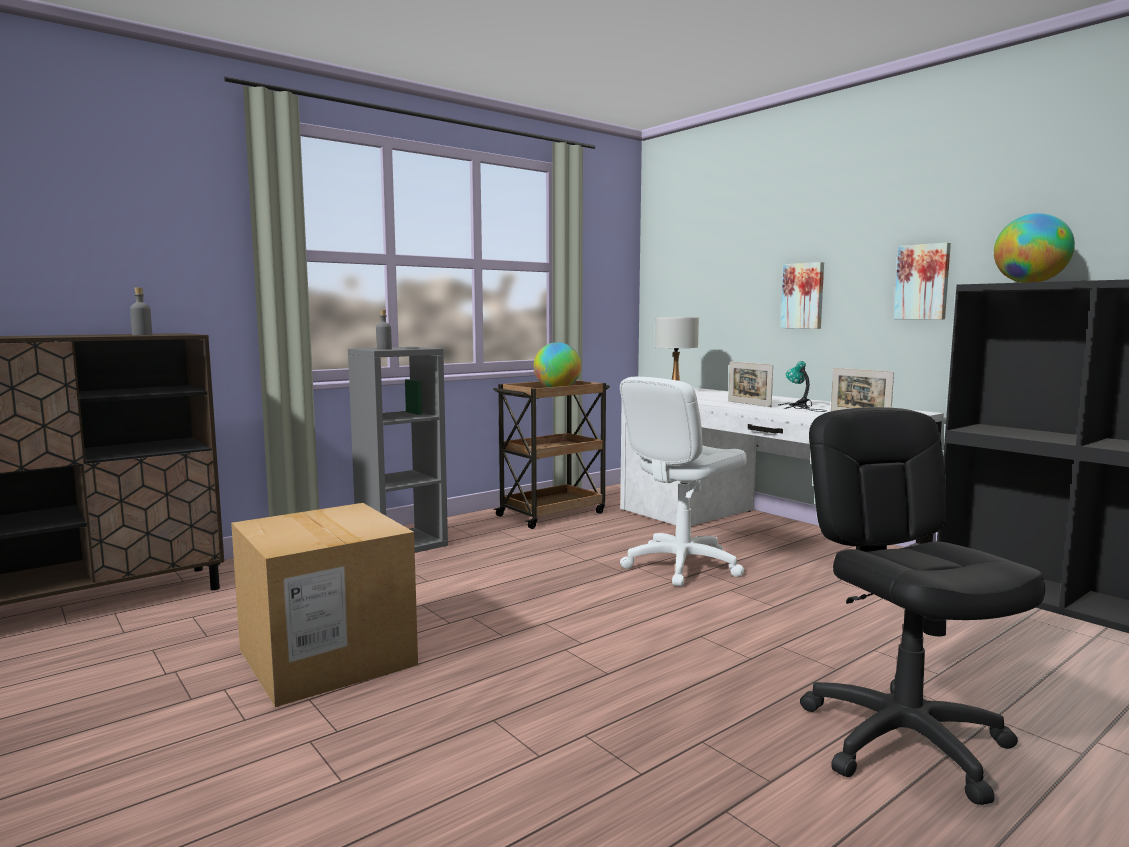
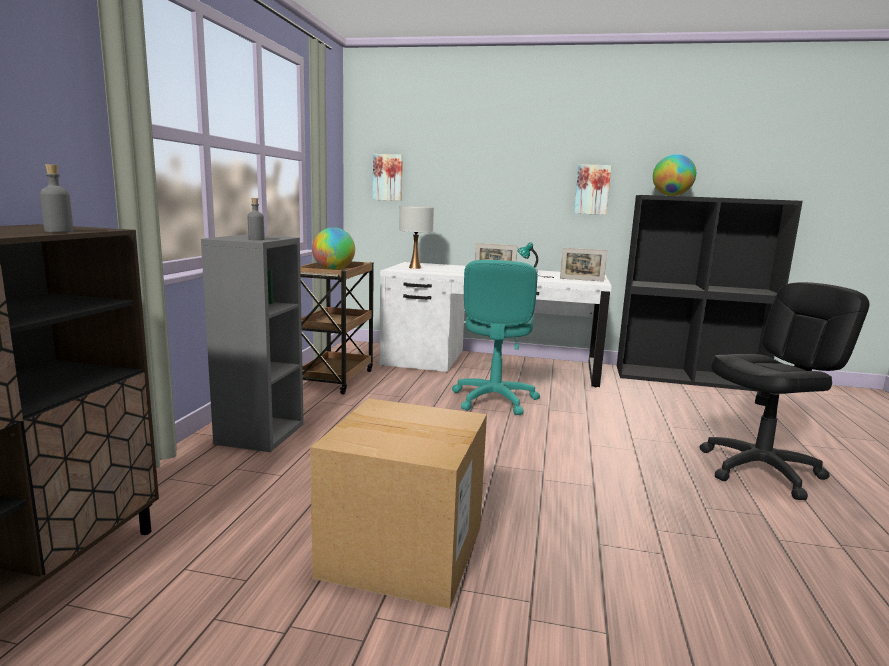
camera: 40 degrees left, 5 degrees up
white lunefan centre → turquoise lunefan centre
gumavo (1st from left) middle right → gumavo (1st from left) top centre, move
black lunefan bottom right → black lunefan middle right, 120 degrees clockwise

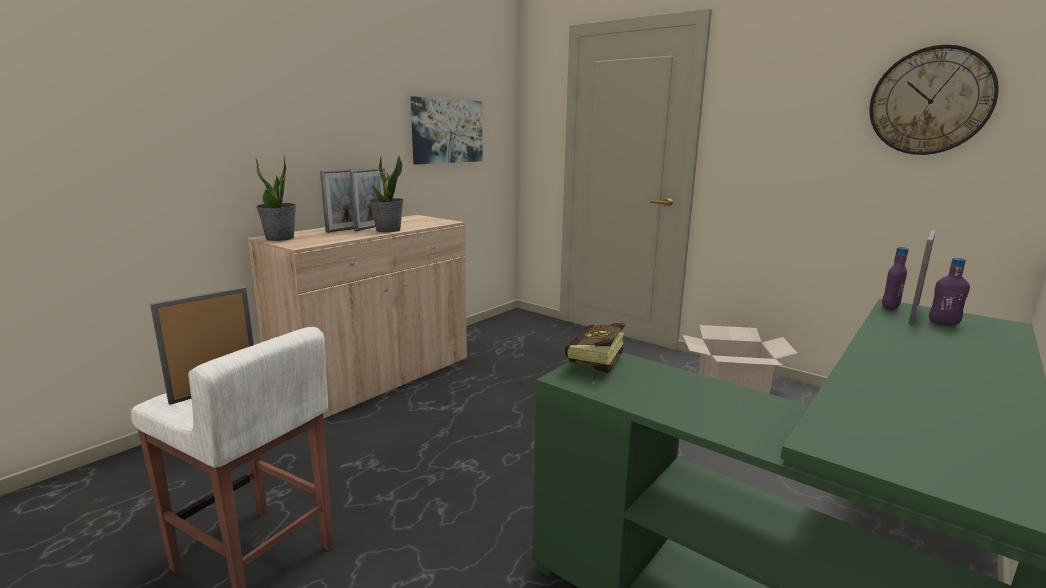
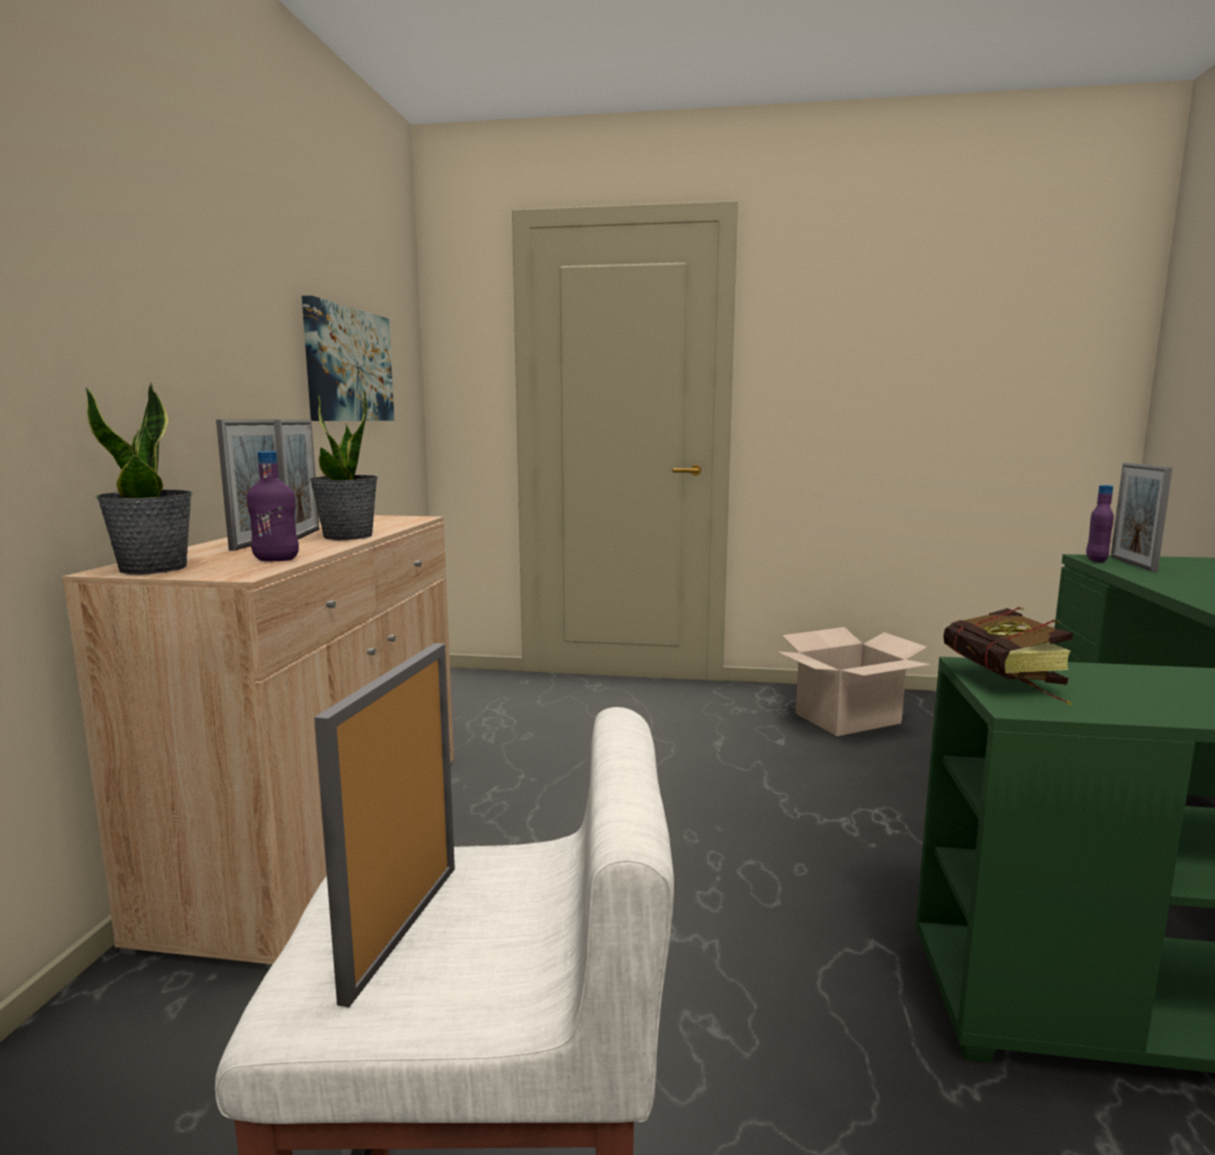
camera: 30 degrees left, 5 degrees down
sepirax top right → -
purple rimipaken (2nd from left in the first image) middle right → purple rimipaken (1st from left) middle left, move

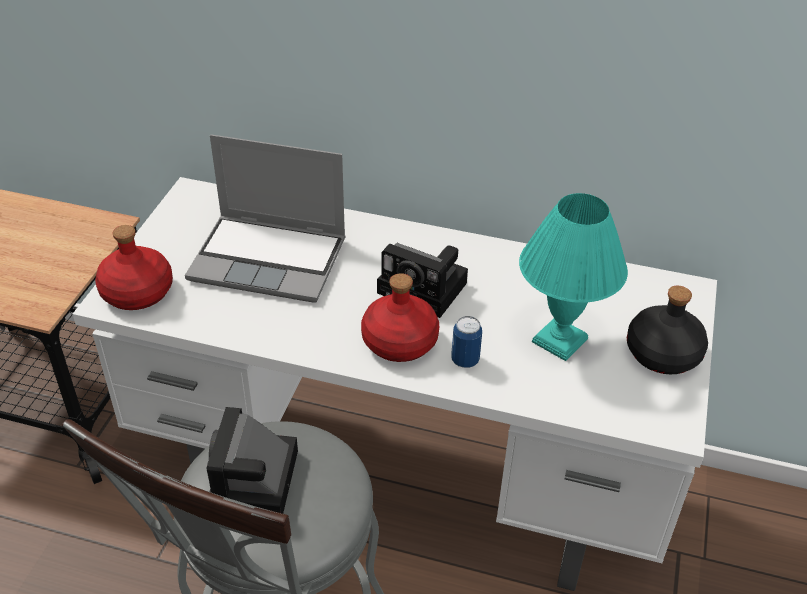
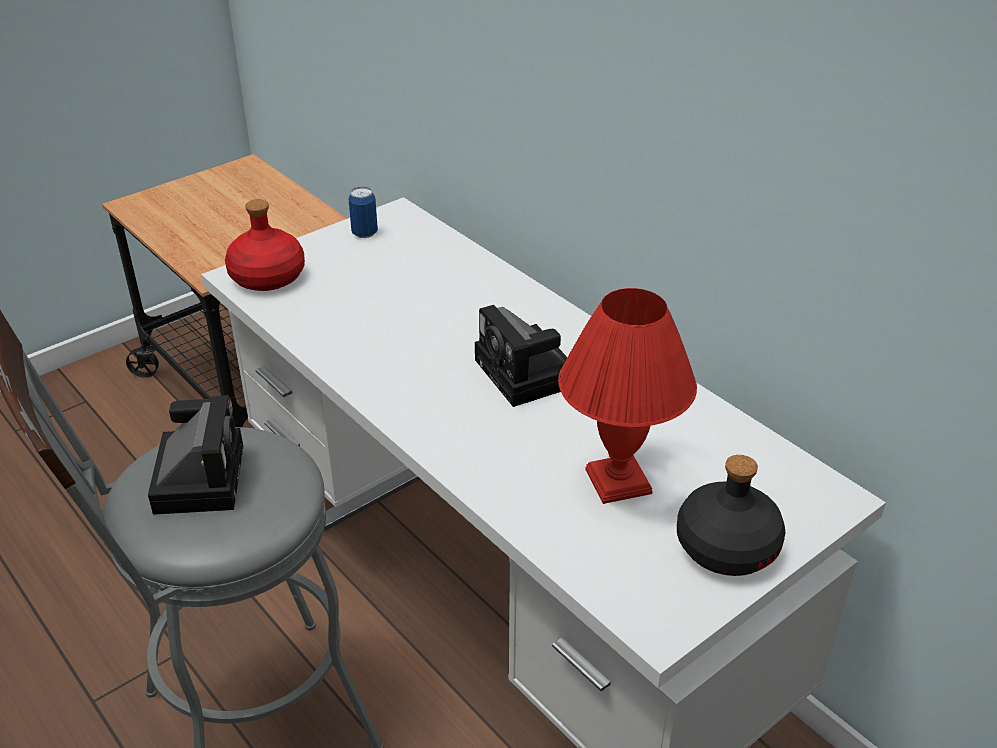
camera: 35 degrees right, 5 degrees down
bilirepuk middle left → -
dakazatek (1st from left) bottom left → dakazatek (1st from left) middle left, 135 degrees clockwise
red rimipaken (2nd from left) centre → -
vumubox centre → vumubox top centre, move
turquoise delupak middle right → red delupak centre

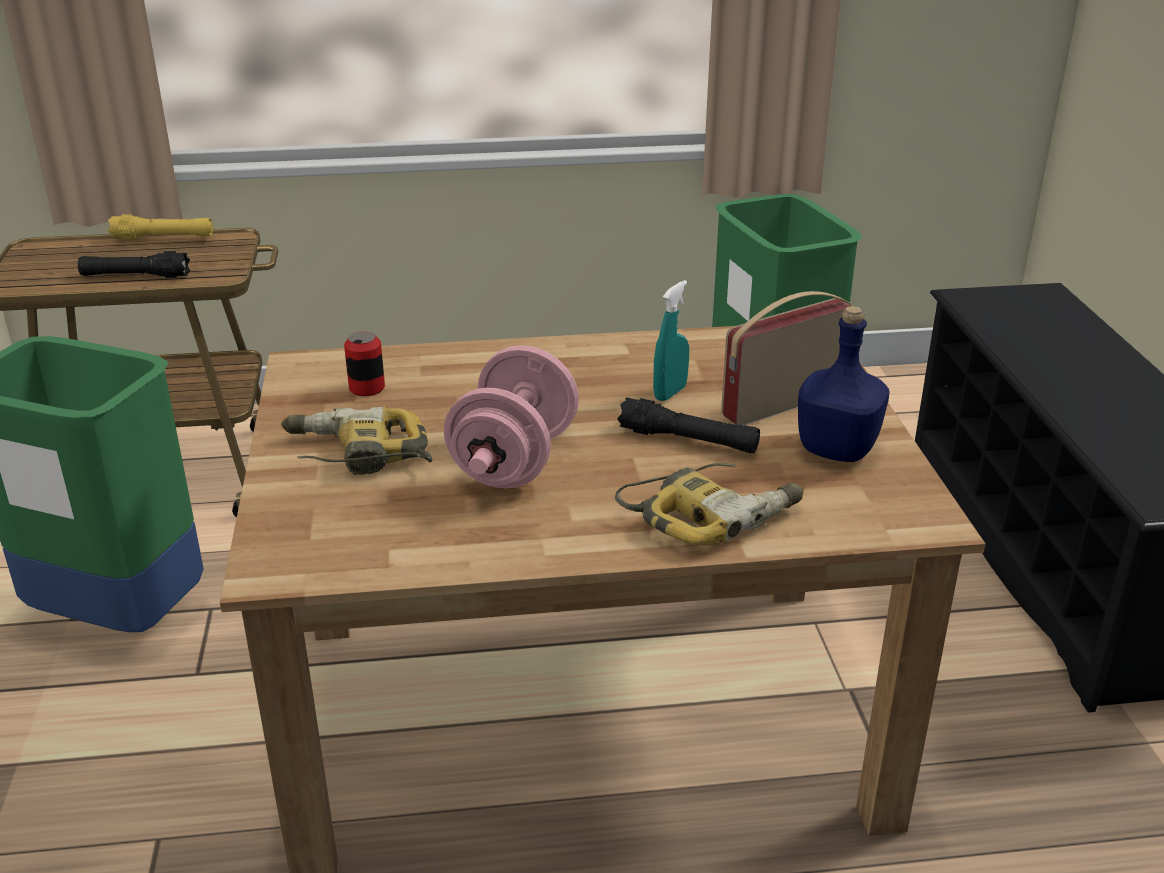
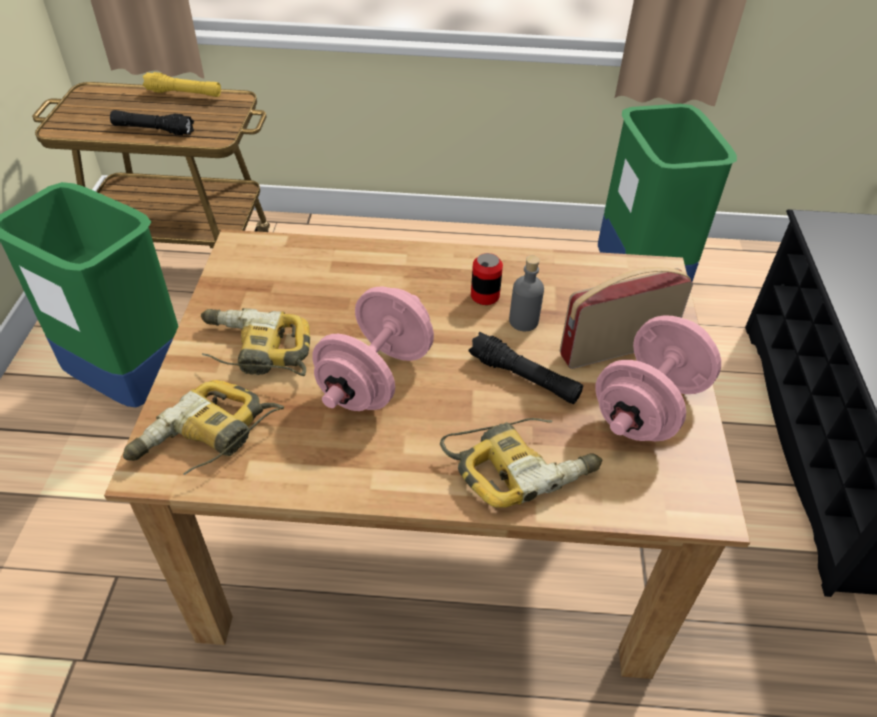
camera: 10 degrees right, 15 degrees up
vumubox middle left → vumubox centre, move
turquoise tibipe centre → grey rimipaken centre
blue rimipaken middle right → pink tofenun (2nd from left) middle right
- → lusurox (1st from left) middle left

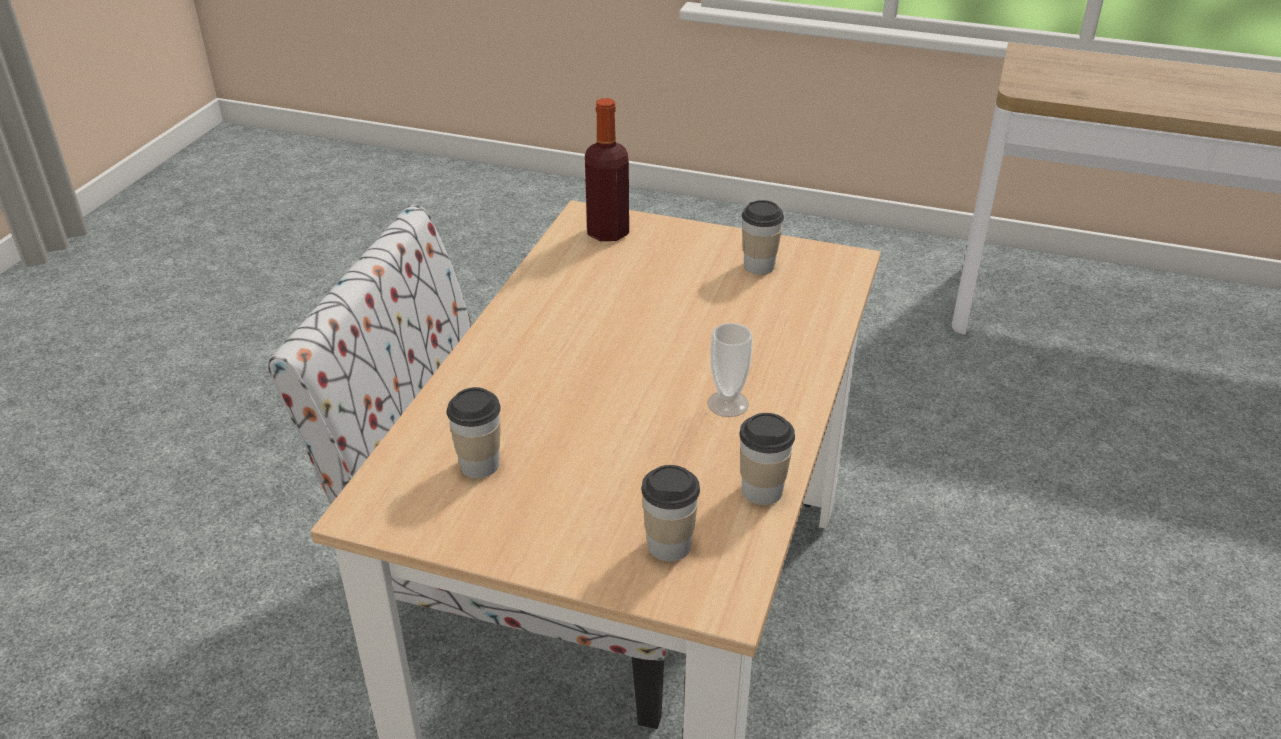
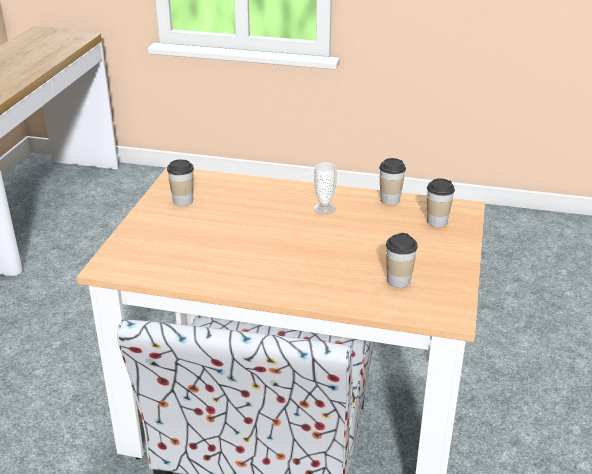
camera: 95 degrees left, 5 degrees down
rimipaken top centre → -

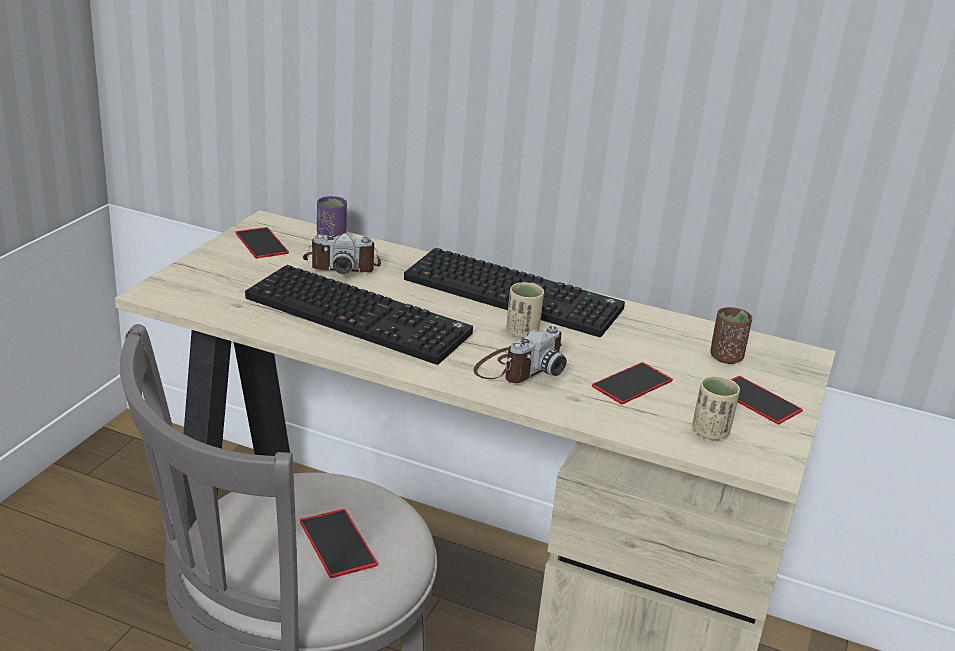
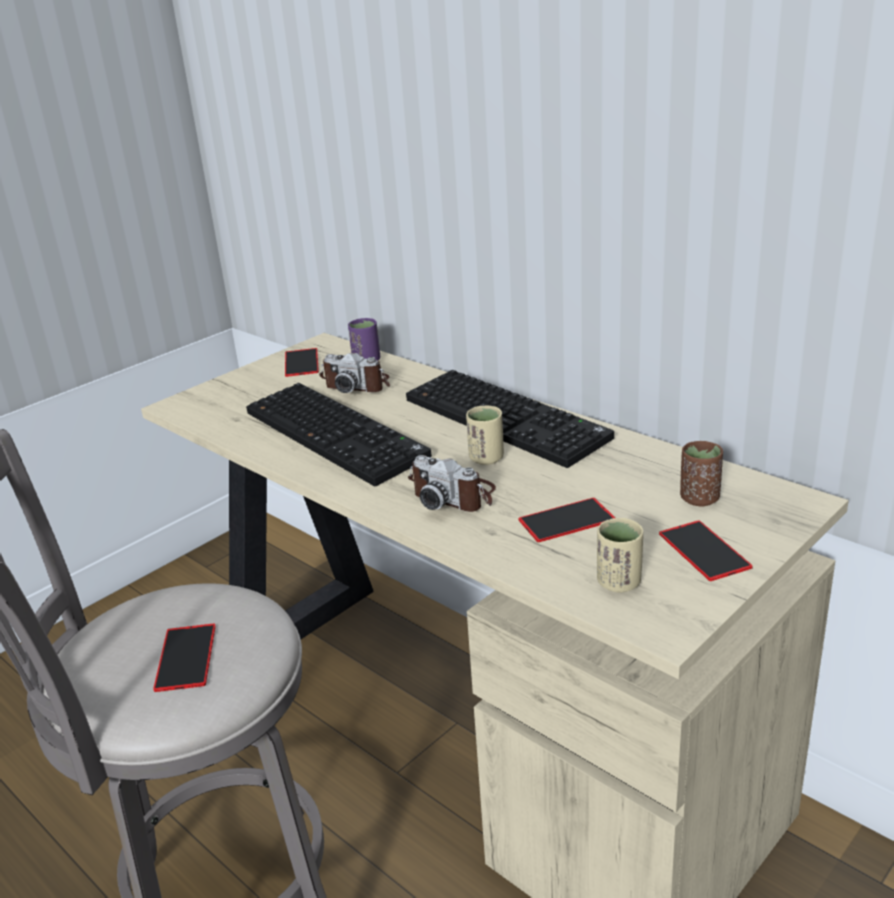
camera: 25 degrees right, 0 degrees up
dakazatek (2nd from left) centre, 60 degrees clockwise

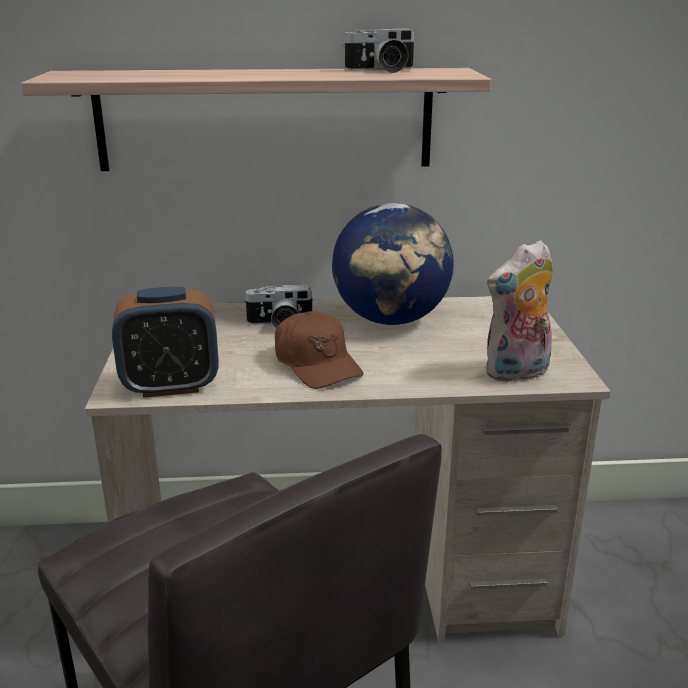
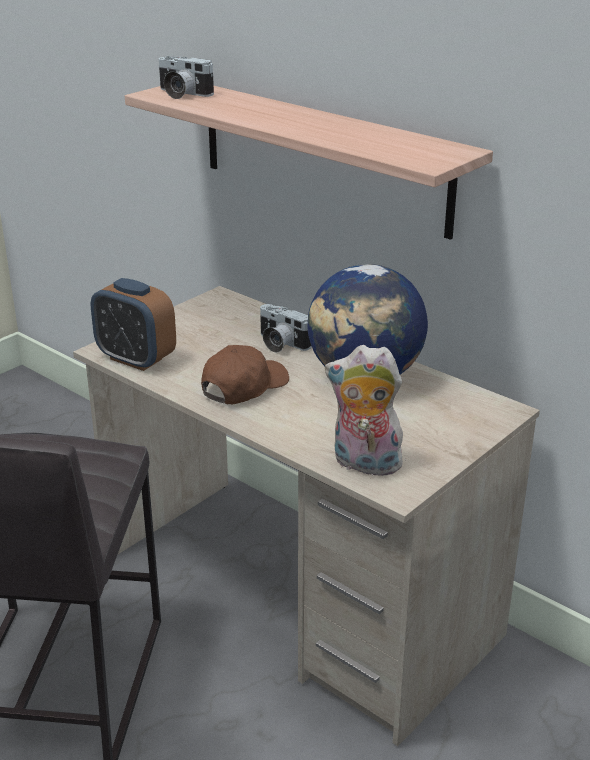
camera: 45 degrees right, 5 degrees up
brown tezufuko centre, 150 degrees counterclockwise
dakazatek (2nd from left in the first image) top centre → dakazatek (1st from left) top left, move

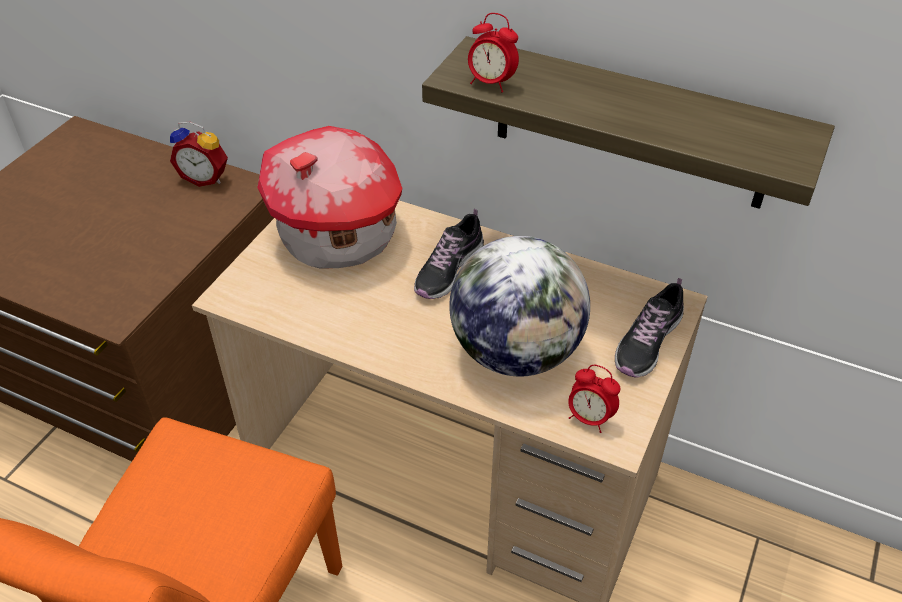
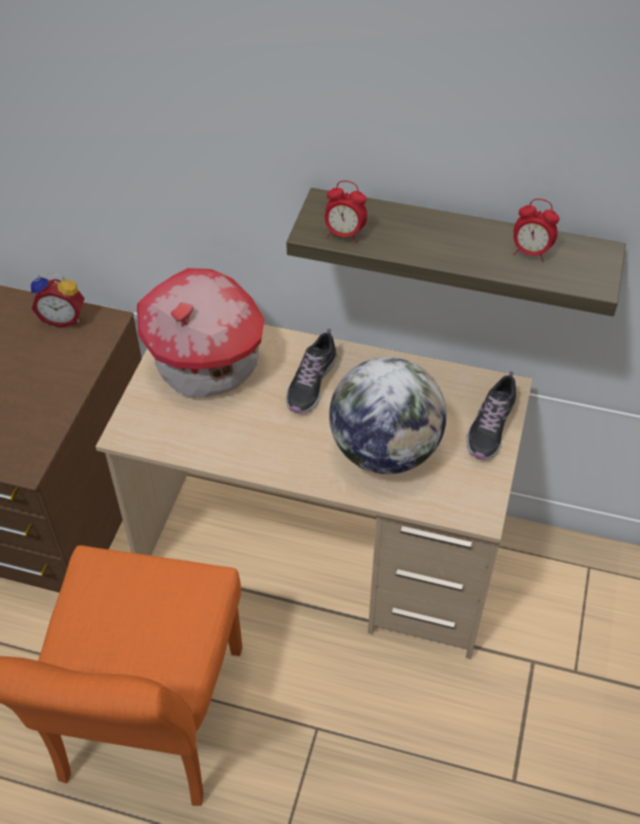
camera: 10 degrees left, 5 degrees up
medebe (3rd from left) centre → medebe (3rd from left) top right, move

